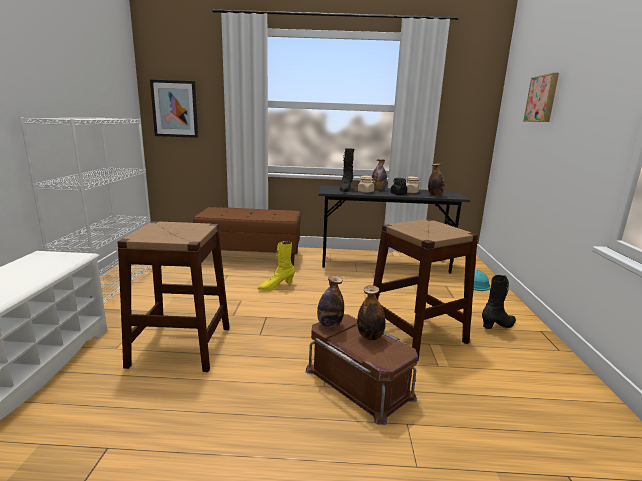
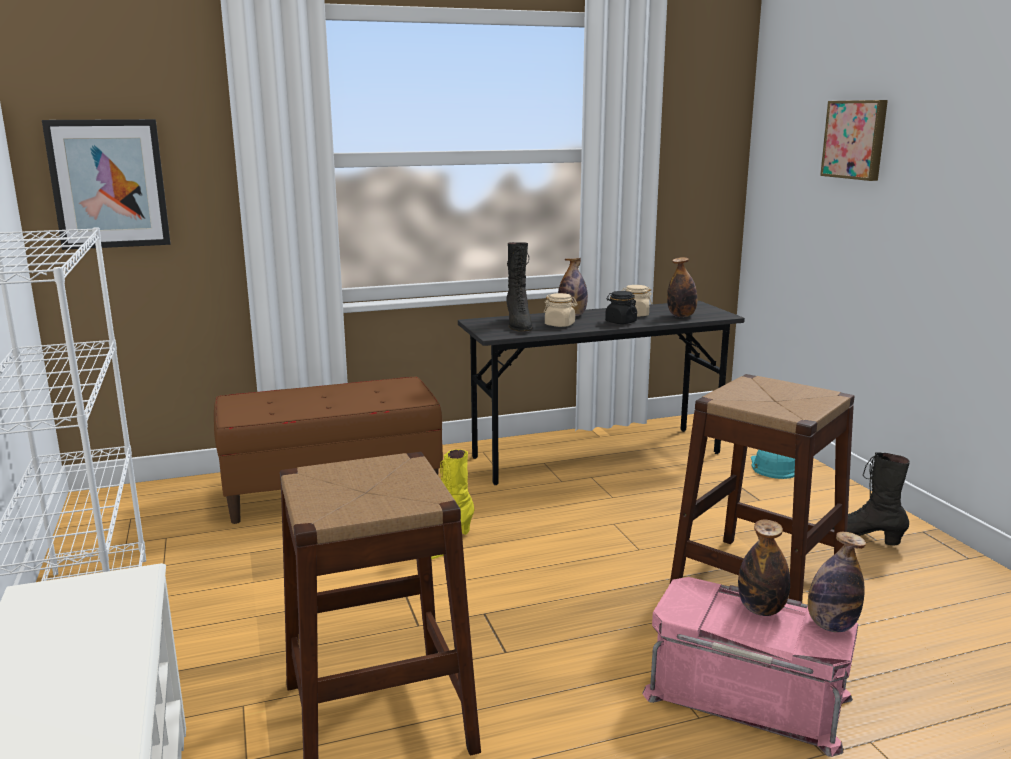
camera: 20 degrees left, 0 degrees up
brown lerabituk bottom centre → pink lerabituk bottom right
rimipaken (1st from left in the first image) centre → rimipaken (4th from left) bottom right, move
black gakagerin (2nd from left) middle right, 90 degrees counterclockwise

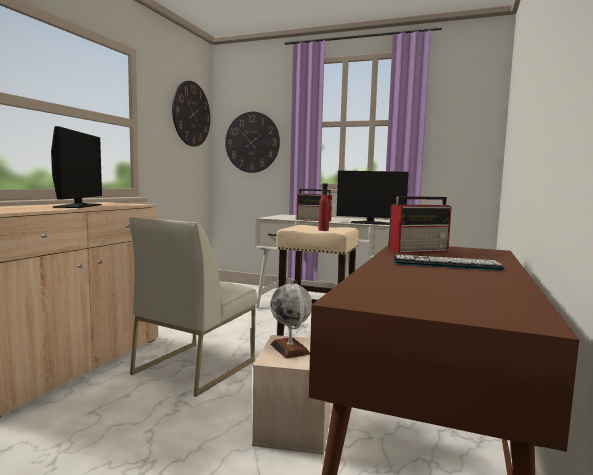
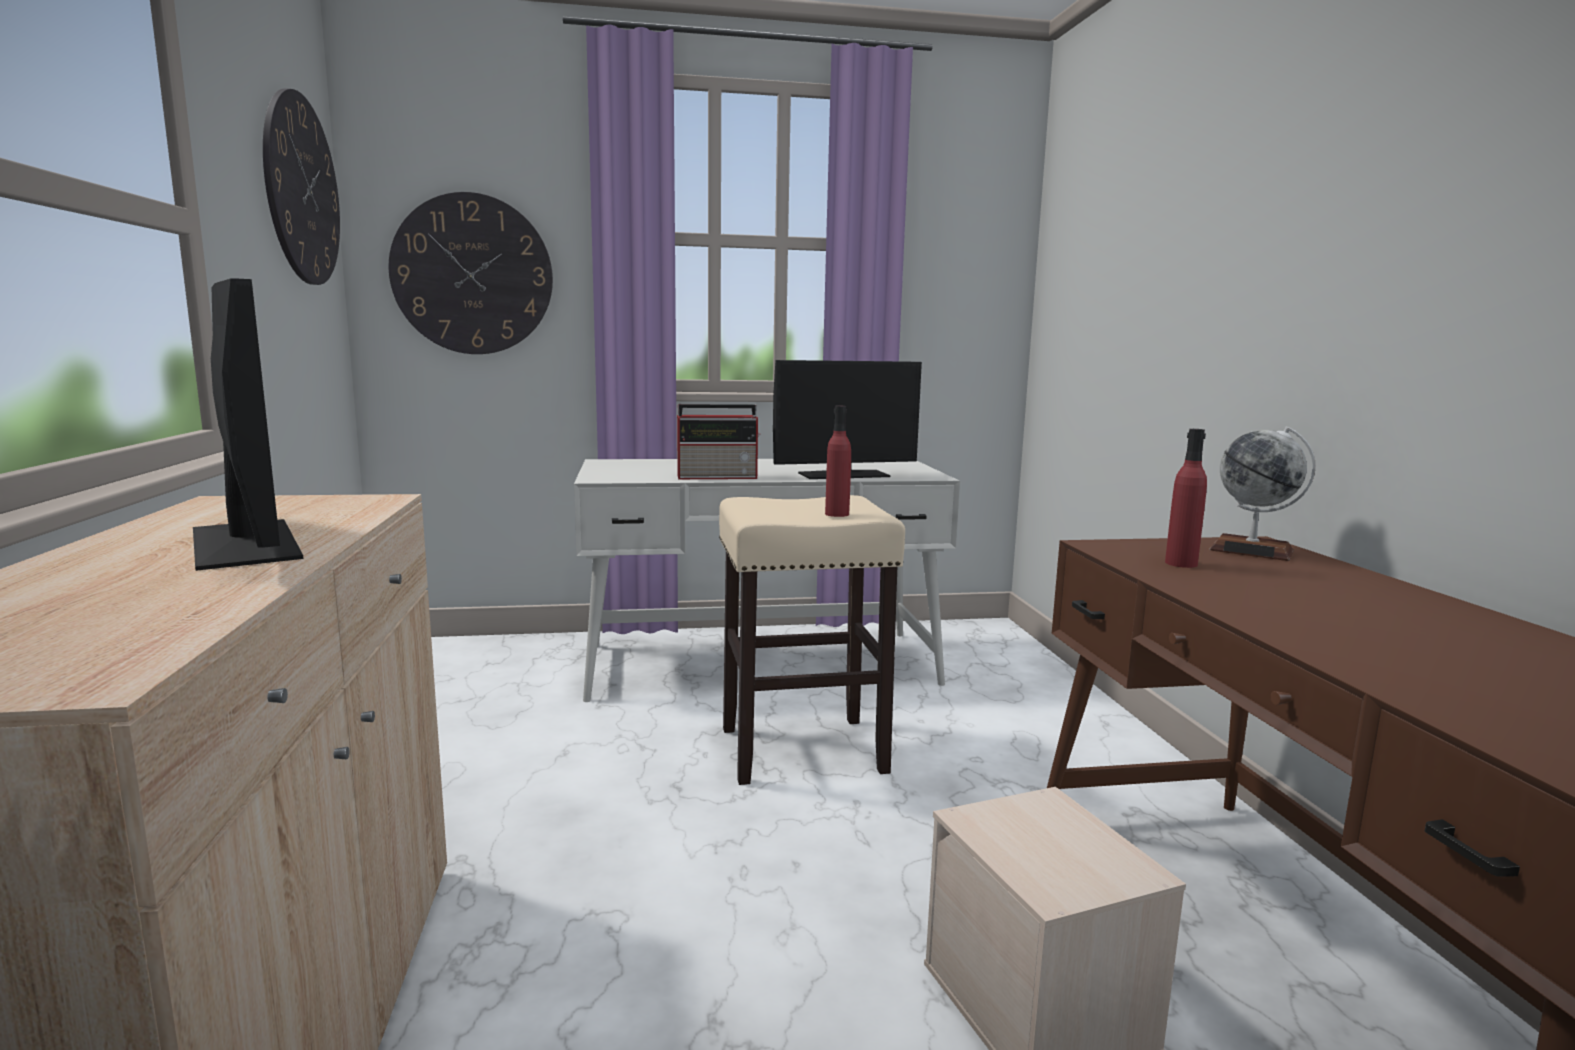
camera: 30 degrees left, 5 degrees up
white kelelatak middle left → -
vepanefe bottom centre → vepanefe middle right, move
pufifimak (2nd from left) middle right → red rimipaken (2nd from left) middle right
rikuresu middle right → -

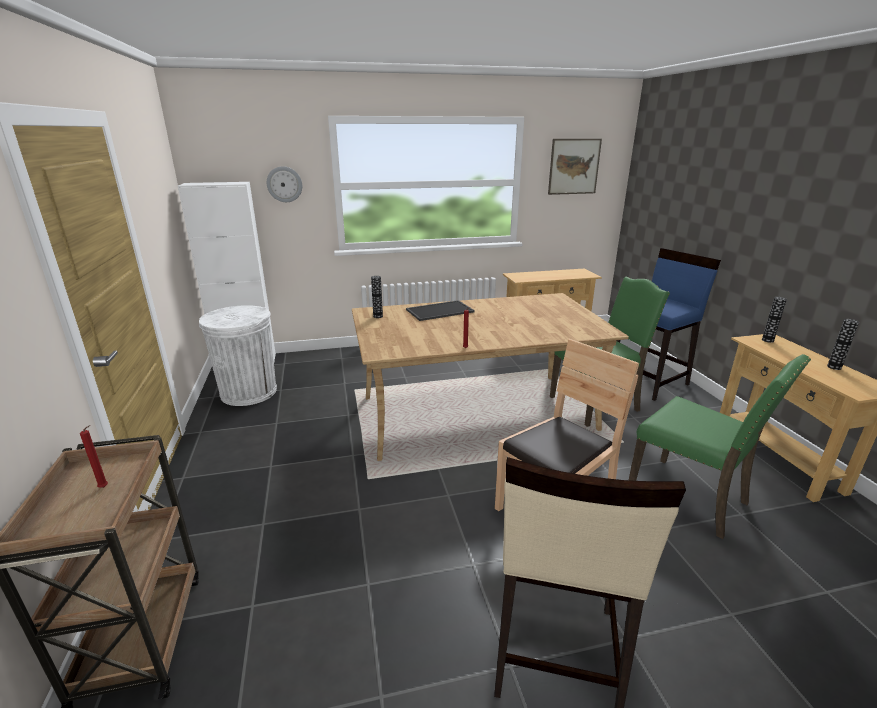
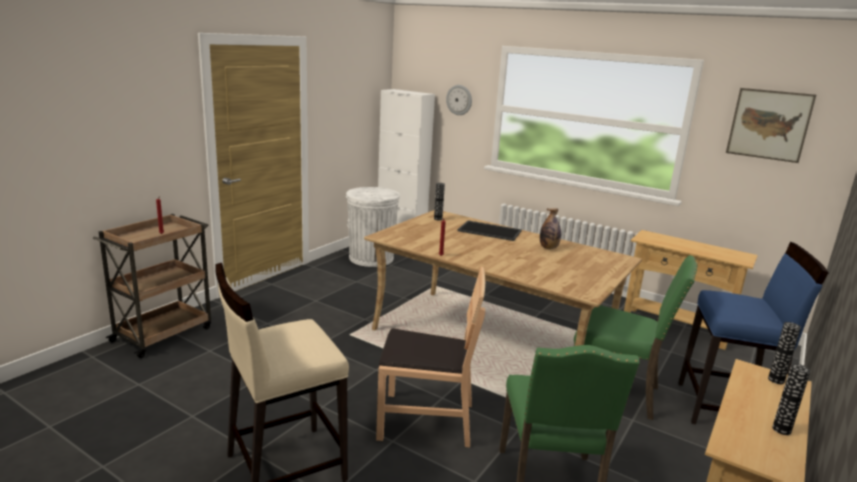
camera: 45 degrees right, 5 degrees down
- → rimipaken centre

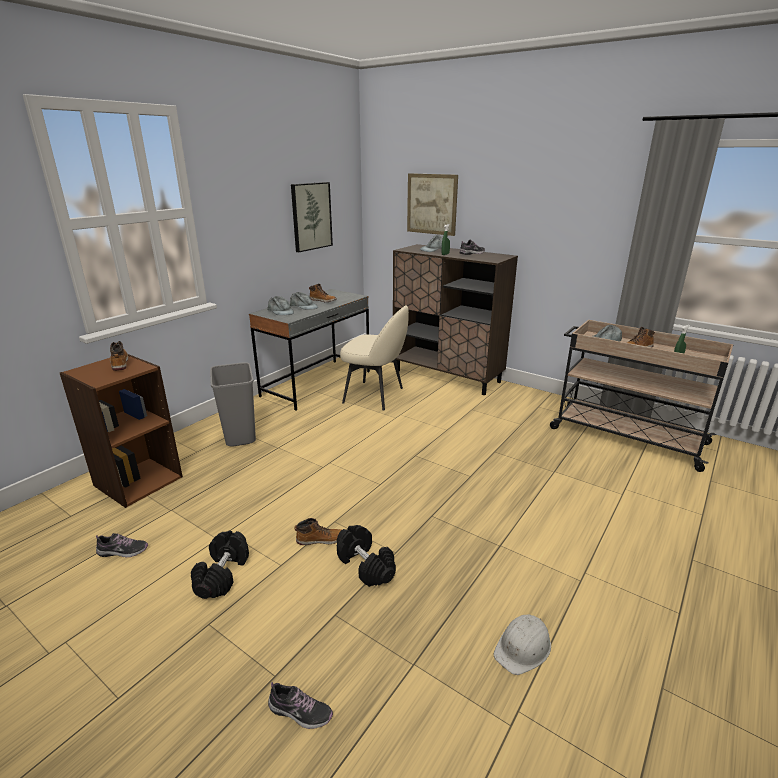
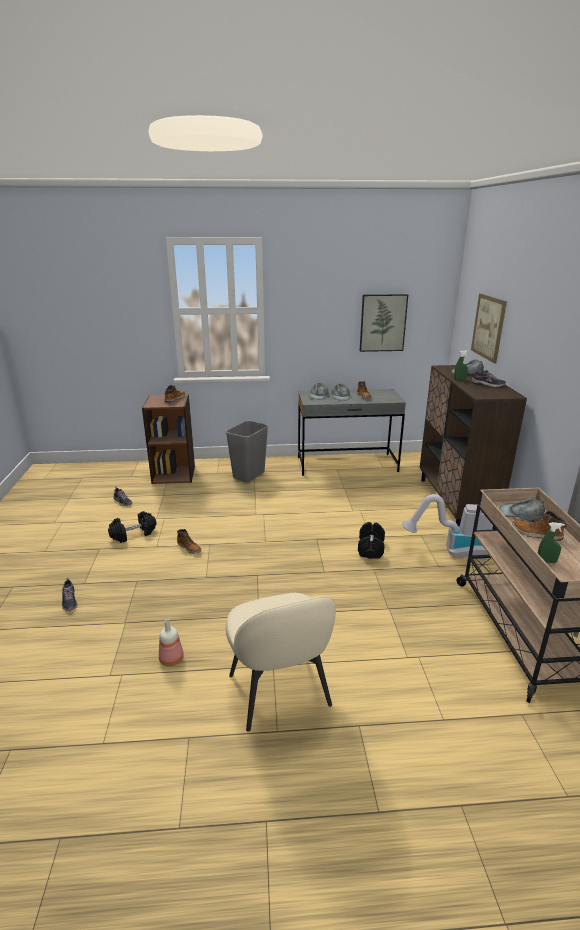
camera: 50 degrees right, 0 degrees up
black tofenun (2nd from left) bottom centre → black tofenun (2nd from left) centre, move
beige kelelatak centre → beige kelelatak bottom centre, move
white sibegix bottom right → rimipaken bottom left
- → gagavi middle right

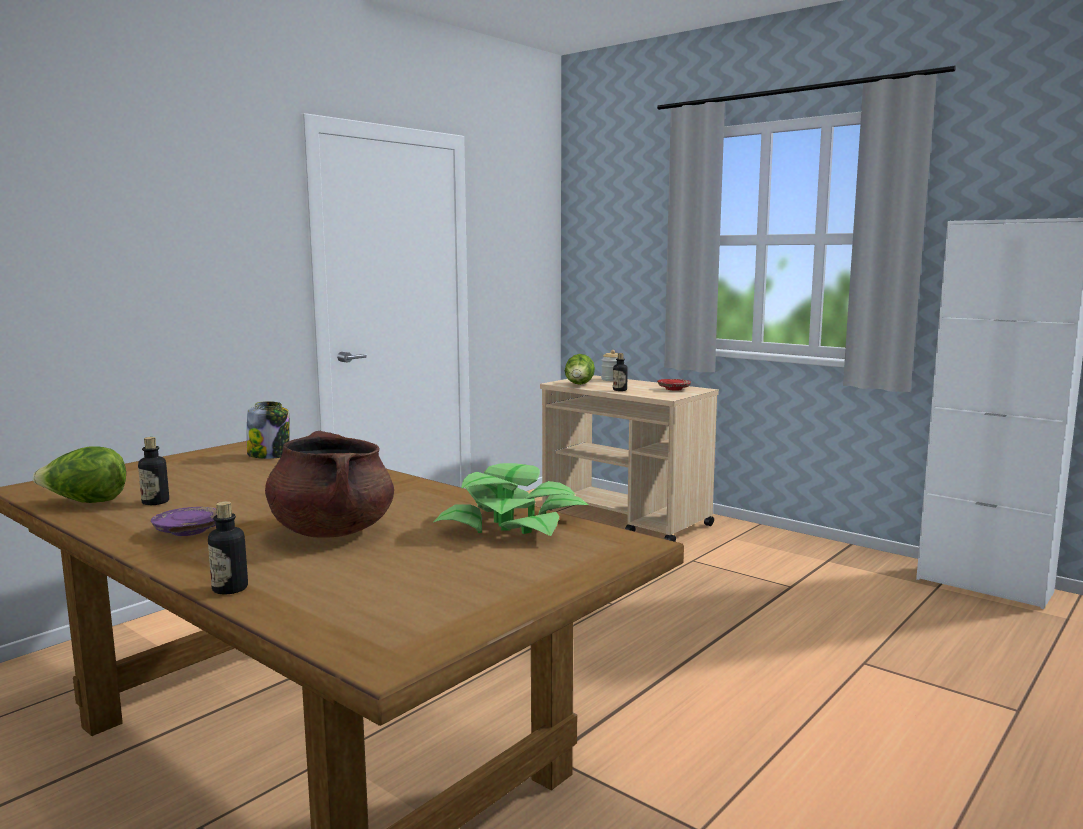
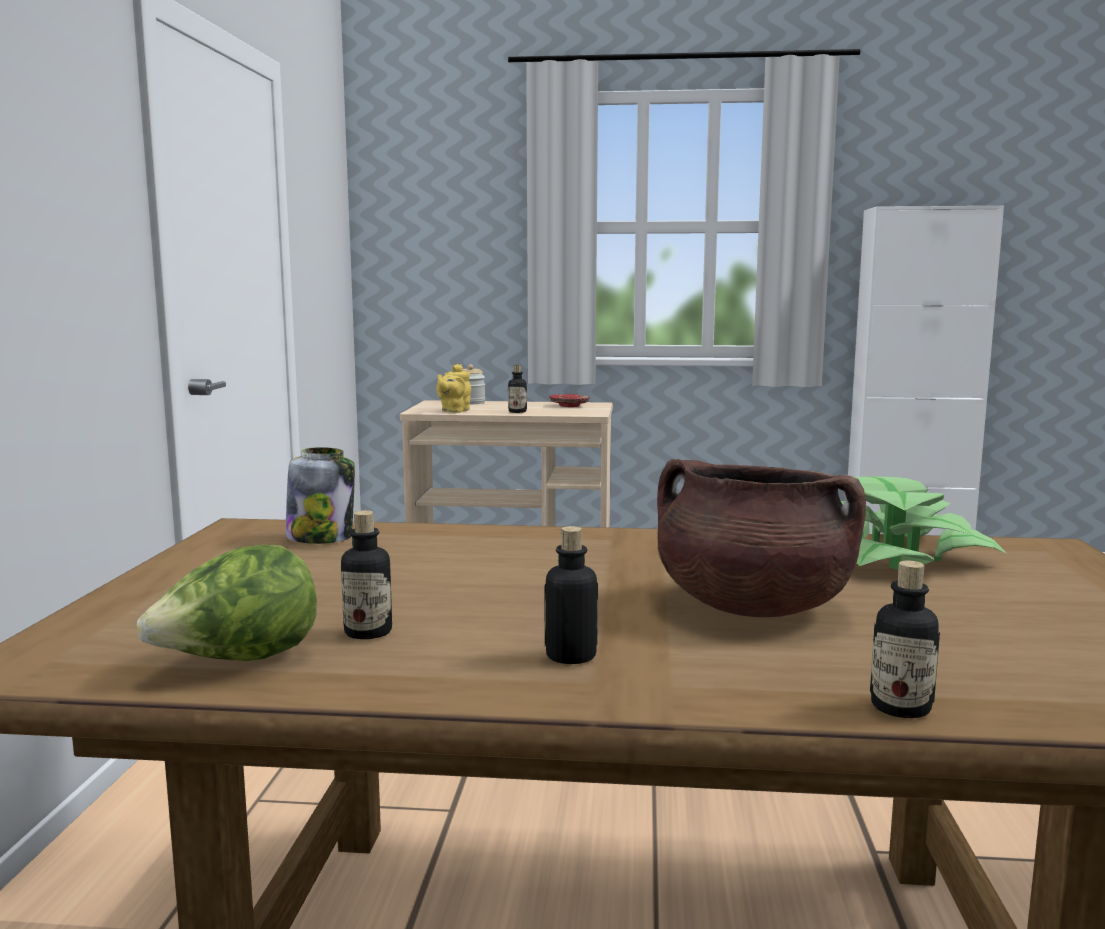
camera: 35 degrees left, 0 degrees up
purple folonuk middle left → rimipaken (3rd from left) centre
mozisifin (2nd from left) centre → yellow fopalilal centre

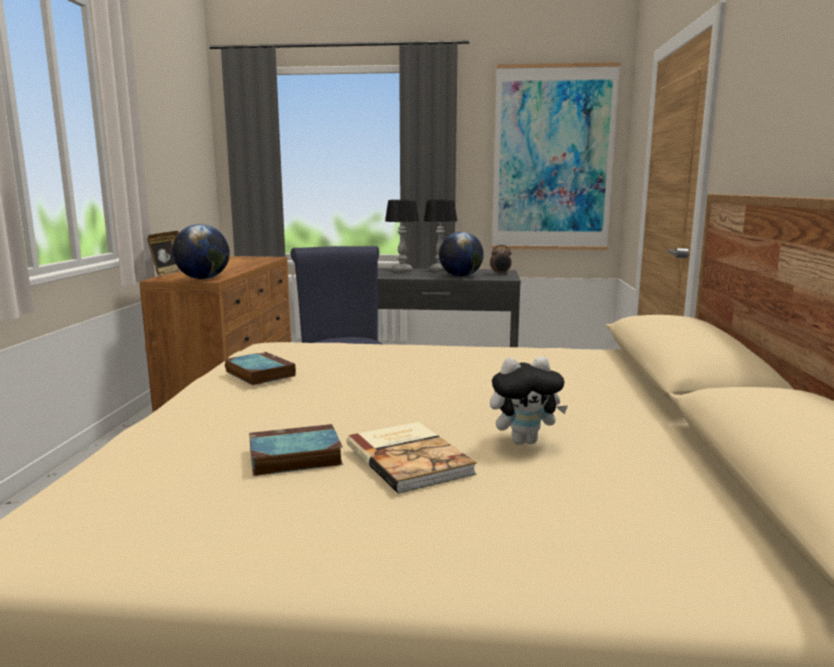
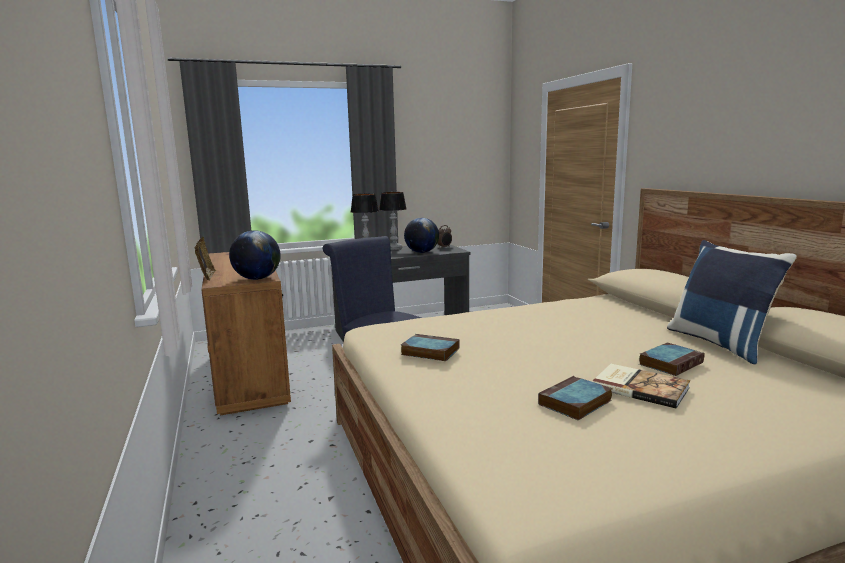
camera: 25 degrees left, 0 degrees up
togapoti centre → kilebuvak (4th from left) middle right
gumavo top right → -
- → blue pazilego middle right

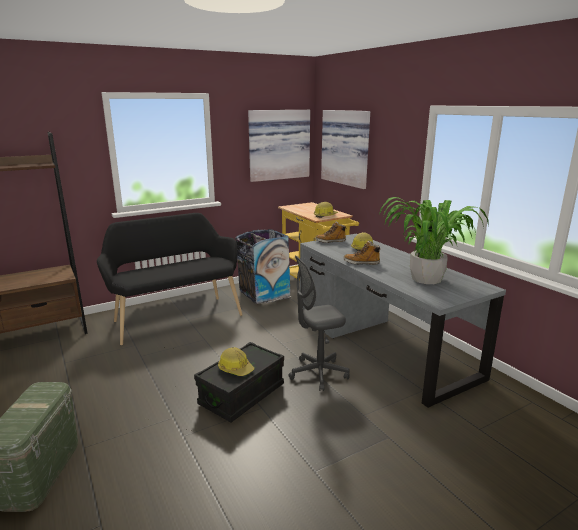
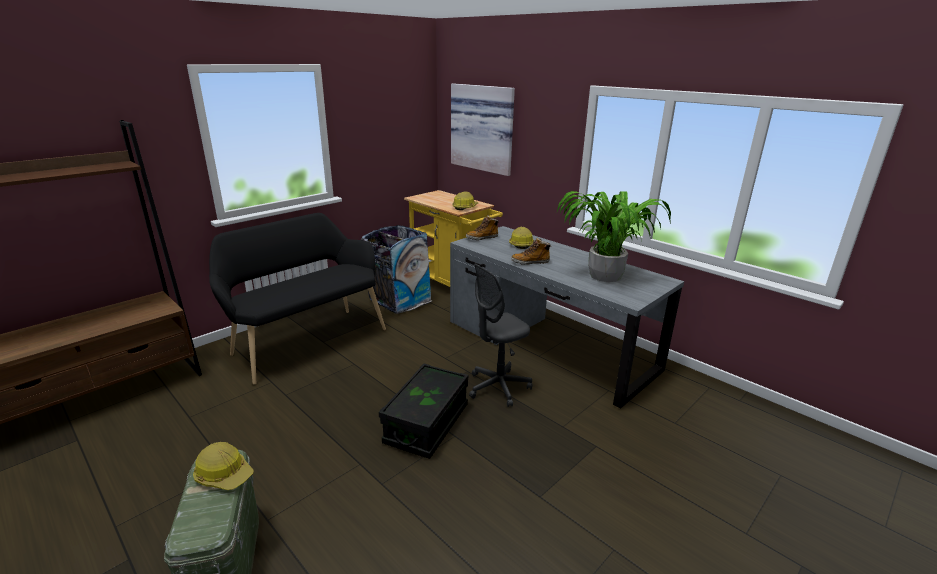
camera: 15 degrees left, 5 degrees up
sibegix (1st from left) bottom centre → sibegix (1st from left) bottom left, move
gumavo (1st from left) top centre → -

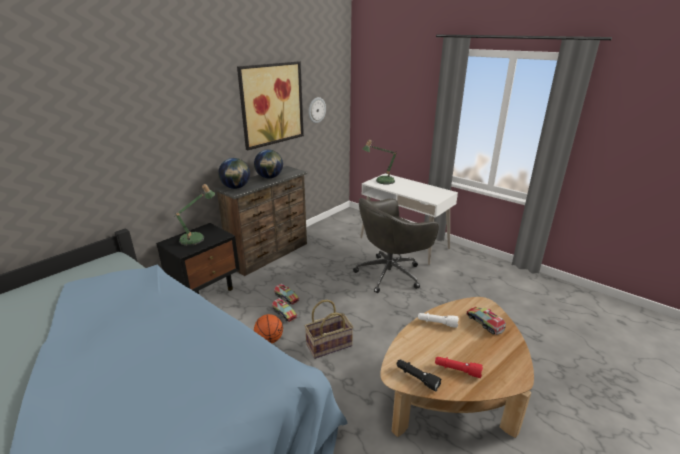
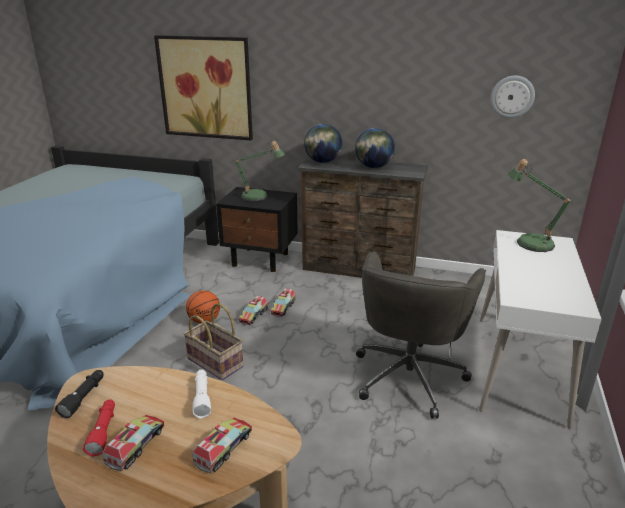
camera: 65 degrees right, 0 degrees up
gumavo top centre → gumavo top left, move
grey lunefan centre → grey lunefan middle right, 105 degrees counterclockwise
- → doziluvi (1st from left) bottom left

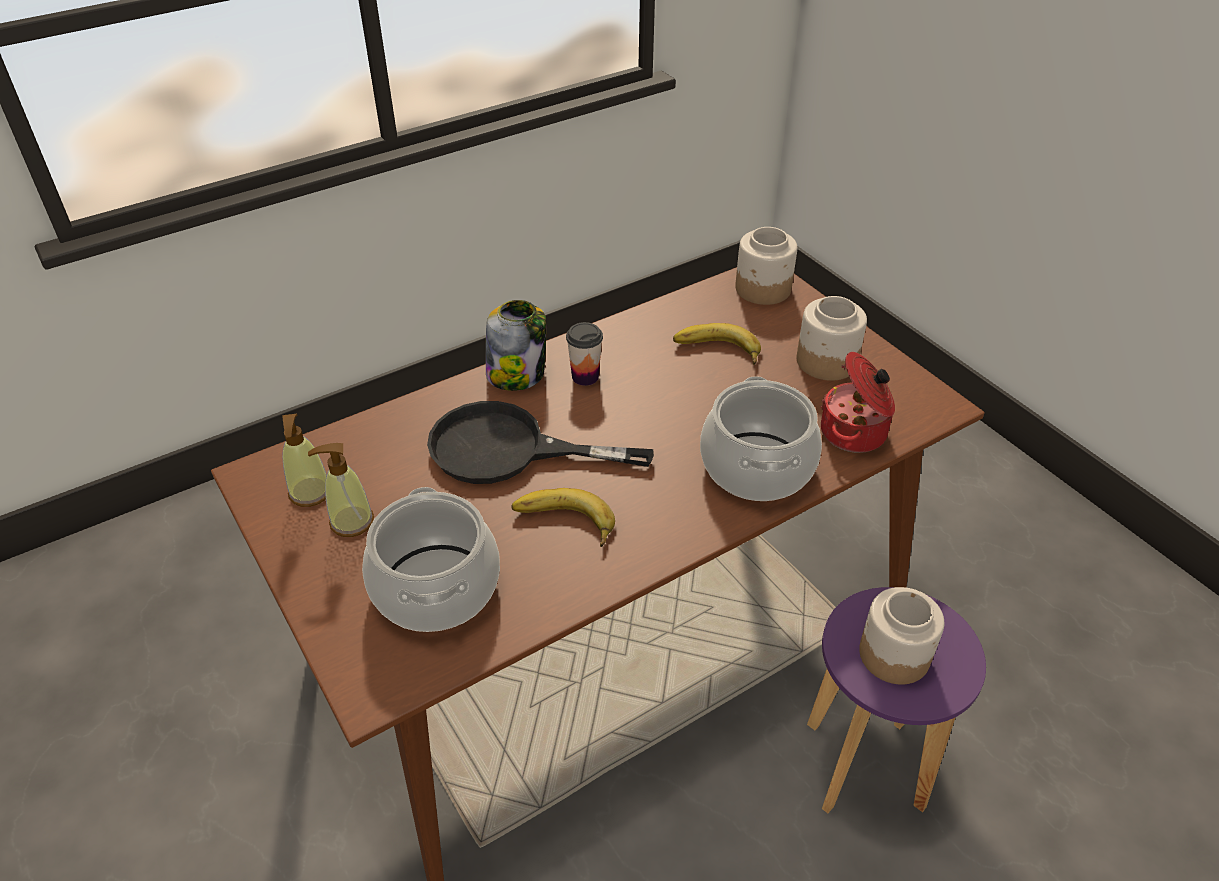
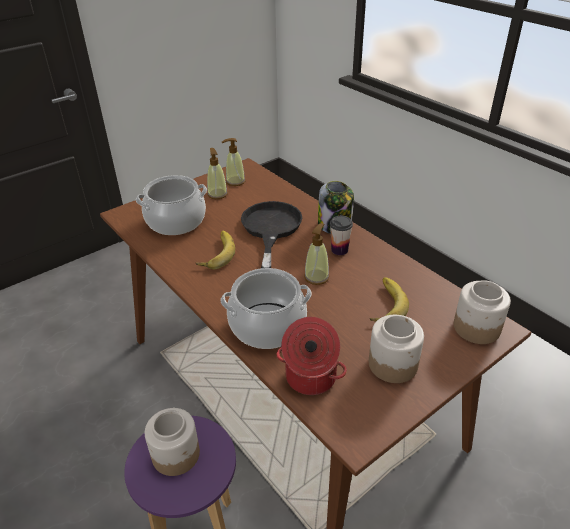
camera: 85 degrees right, 5 degrees down
- → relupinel (3rd from left) centre

